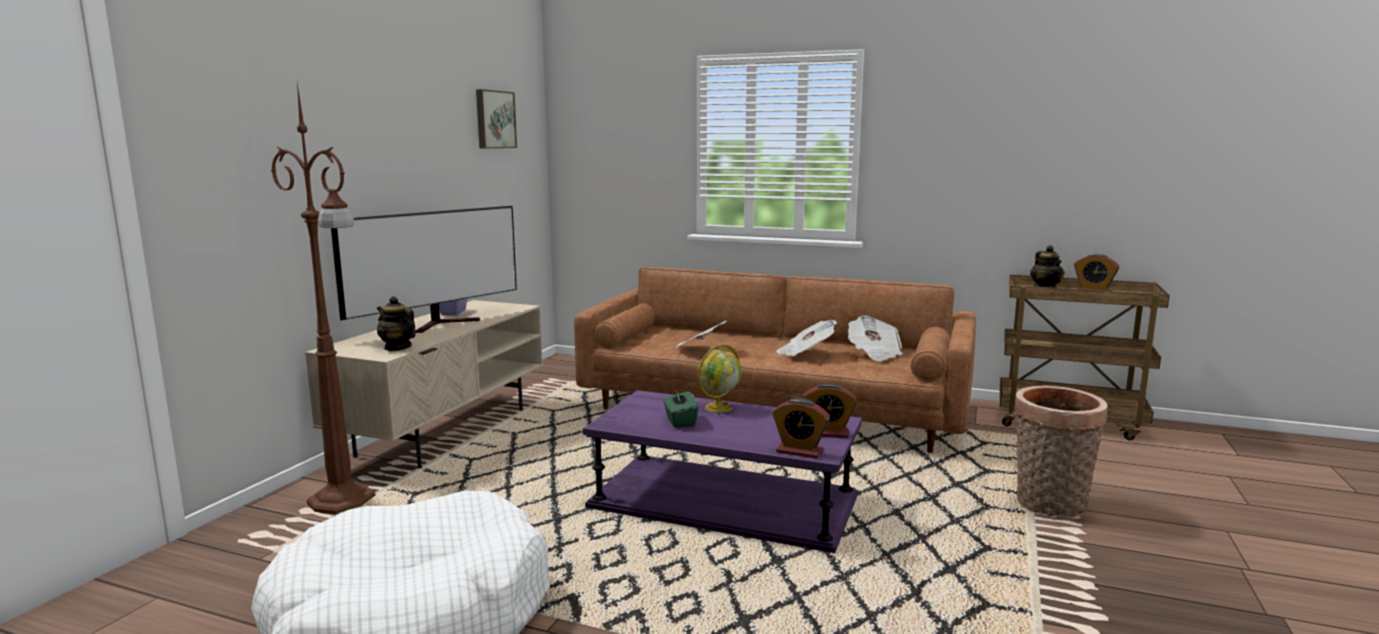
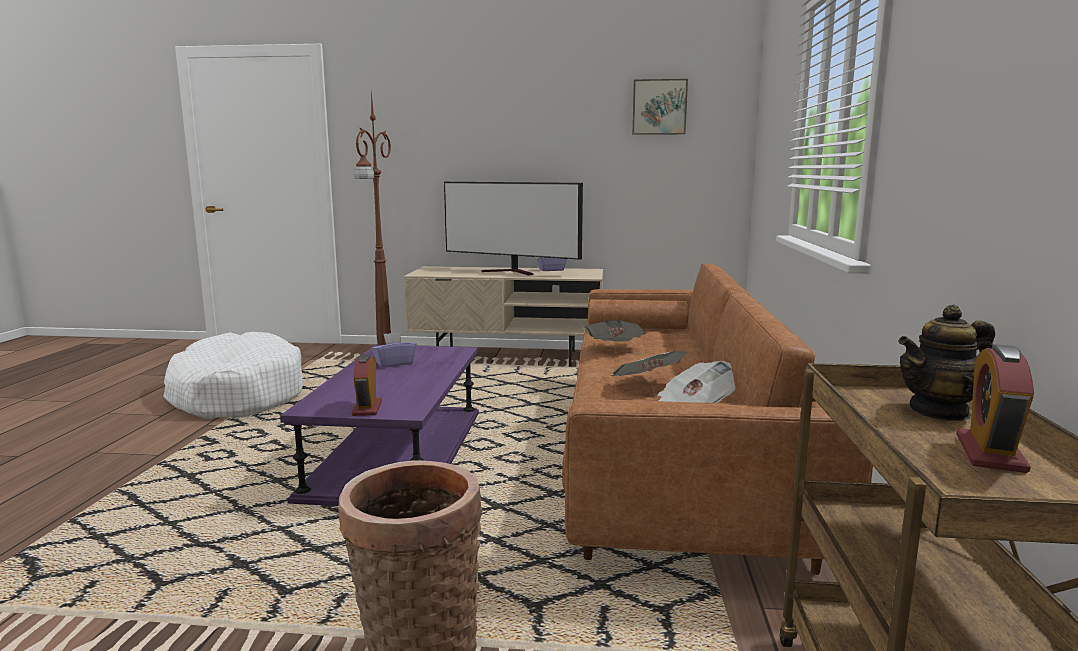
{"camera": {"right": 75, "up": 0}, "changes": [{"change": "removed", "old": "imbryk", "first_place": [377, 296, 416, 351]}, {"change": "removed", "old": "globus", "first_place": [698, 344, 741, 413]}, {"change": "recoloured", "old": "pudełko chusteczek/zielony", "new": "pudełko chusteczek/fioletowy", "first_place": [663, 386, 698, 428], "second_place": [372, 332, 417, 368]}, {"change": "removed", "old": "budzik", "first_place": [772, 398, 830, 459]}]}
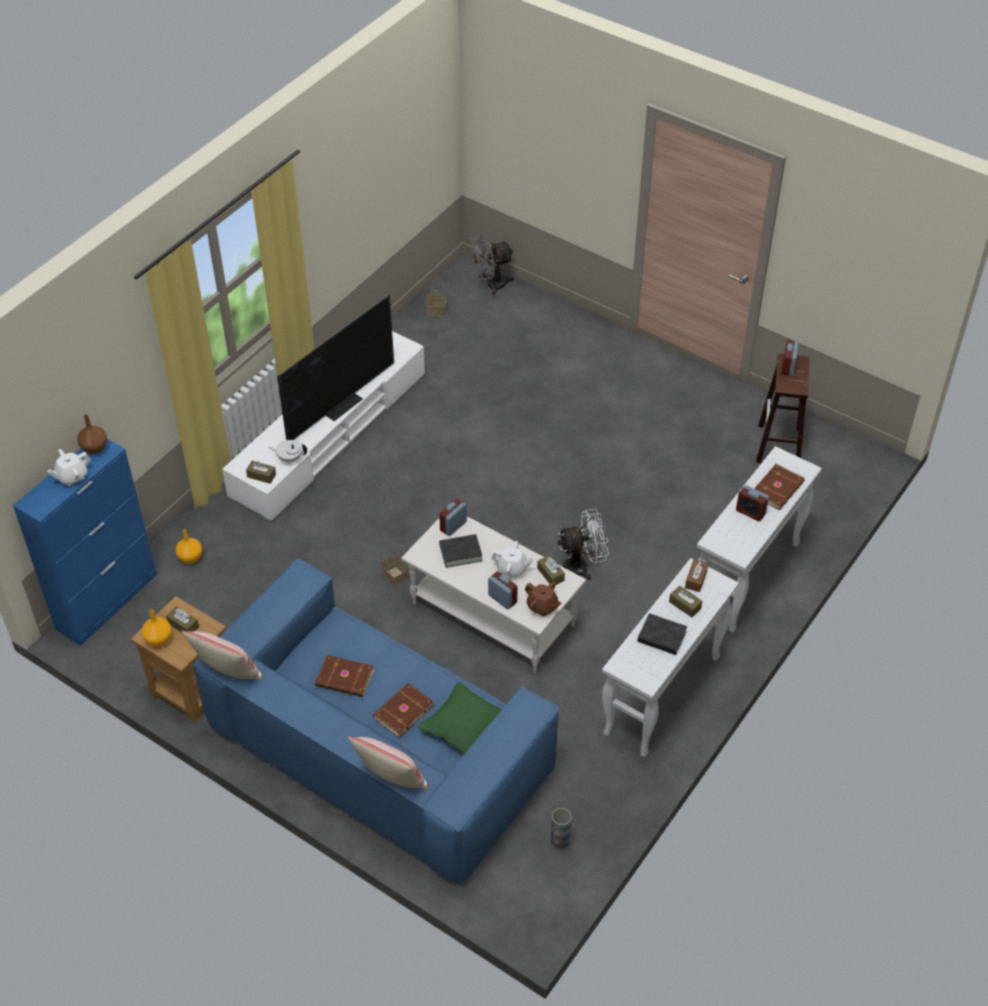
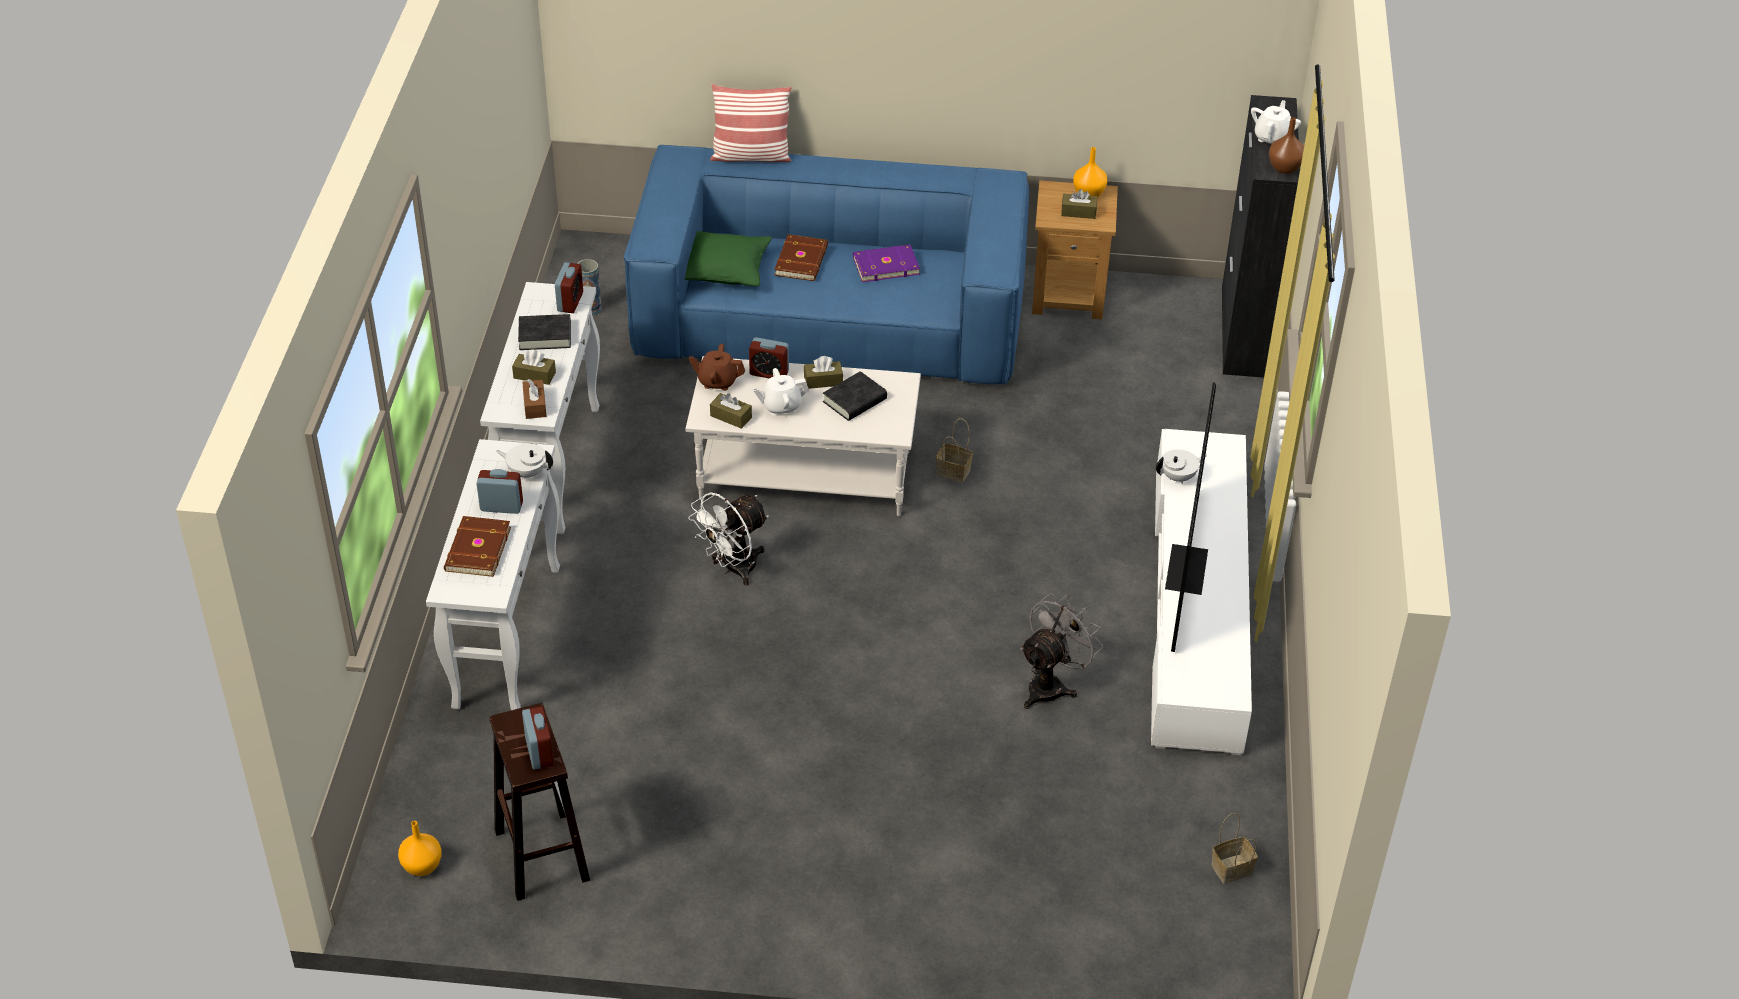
{"camera": {"right": 150, "up": -5}, "changes": [{"change": "moved", "old": "wentylator/szary", "first_place": [470, 234, 514, 295], "second_place": [1020, 593, 1103, 709]}, {"change": "recoloured", "old": "szafka/niebieski", "new": "szafka/czarny", "first_place": [13, 439, 157, 646], "second_place": [1222, 95, 1300, 378]}, {"change": "moved", "old": "pudełko chusteczek/brązowy", "first_place": [246, 461, 276, 484], "second_place": [804, 356, 843, 389]}, {"change": "moved", "old": "budzik", "first_place": [439, 499, 467, 536], "second_place": [555, 262, 583, 313]}, {"change": "moved", "old": "wazon/pomarańczowy", "first_place": [176, 529, 202, 564], "second_place": [398, 821, 442, 876]}, {"change": "removed", "old": "poduszka", "first_place": [182, 630, 264, 680]}, {"change": "recoloured", "old": "książka/brązowy", "new": "książka/fioletowy", "first_place": [315, 655, 374, 697], "second_place": [853, 245, 920, 282]}, {"change": "added", "new": "imbryk/biały", "second_place": [496, 443, 553, 479]}]}
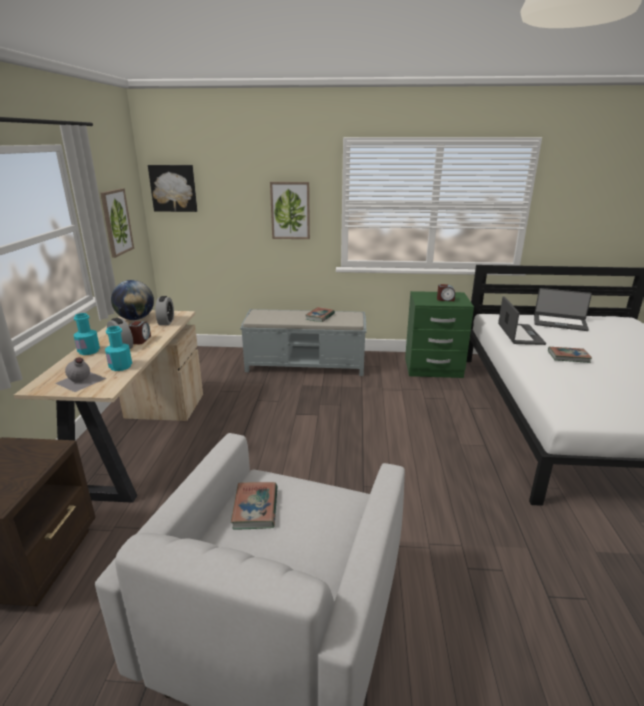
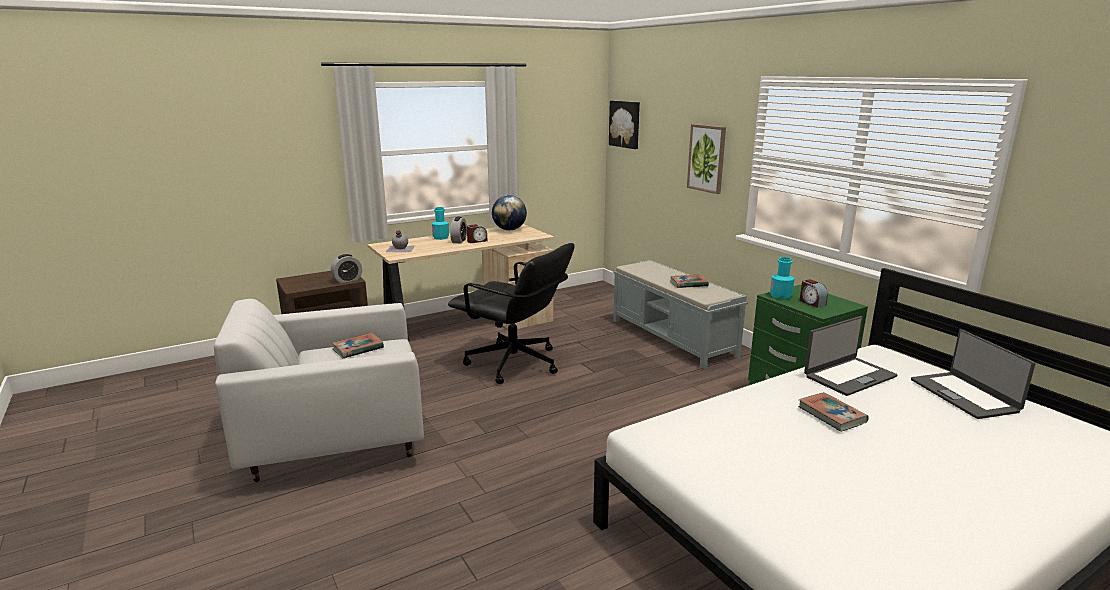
{"camera": {"right": 55, "up": -5}, "changes": [{"change": "removed", "old": "obraz", "first_place": [100, 188, 134, 258]}, {"change": "moved", "old": "budzik", "first_place": [155, 296, 174, 325], "second_place": [331, 254, 362, 283]}, {"change": "moved", "old": "butelka/turkusowy", "first_place": [105, 326, 132, 371], "second_place": [770, 257, 795, 299]}, {"change": "added", "new": "krzesło biurowe/czarny", "second_place": [448, 243, 574, 384]}]}
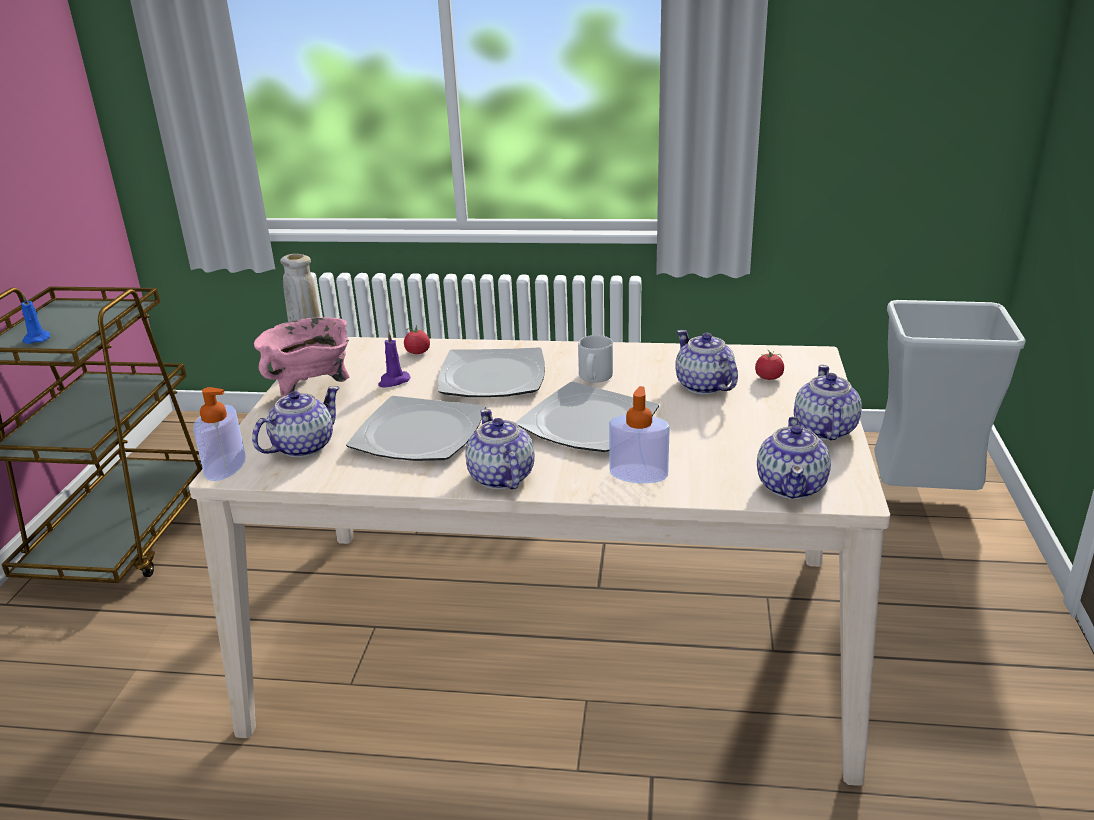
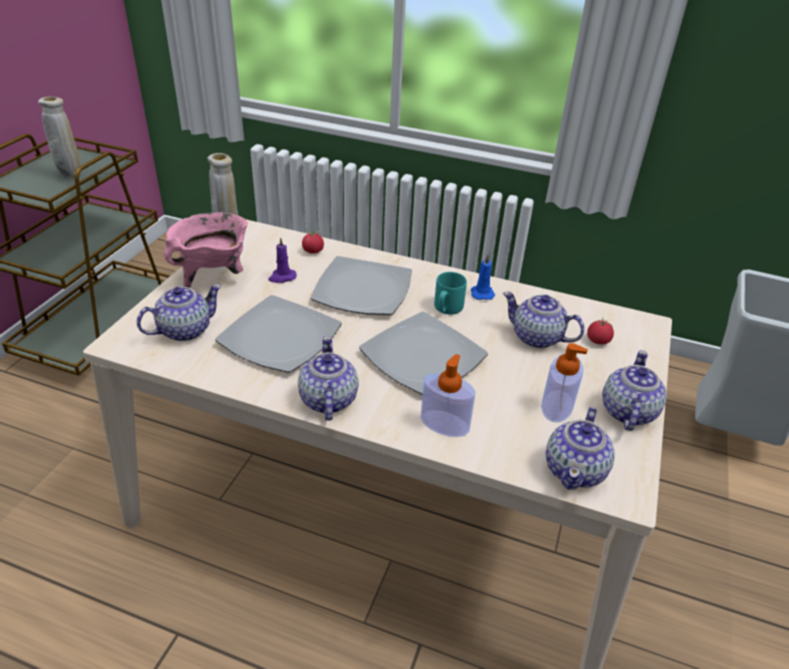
{"camera": {"right": 10, "up": 10}, "changes": [{"change": "moved", "old": "świeca/niebieski", "first_place": [21, 293, 50, 344], "second_place": [471, 255, 495, 300]}, {"change": "turned", "old": "imbryk", "first_place": [675, 330, 738, 395], "second_place": [503, 292, 585, 349], "degrees": -45}, {"change": "recoloured", "old": "kubek/szary", "new": "kubek/turkusowy", "first_place": [578, 335, 613, 383], "second_place": [434, 272, 467, 315]}, {"change": "moved", "old": "dozownik mydła", "first_place": [193, 387, 246, 481], "second_place": [541, 343, 588, 422]}, {"change": "added", "new": "wazon/beżowy", "second_place": [38, 97, 80, 177]}]}
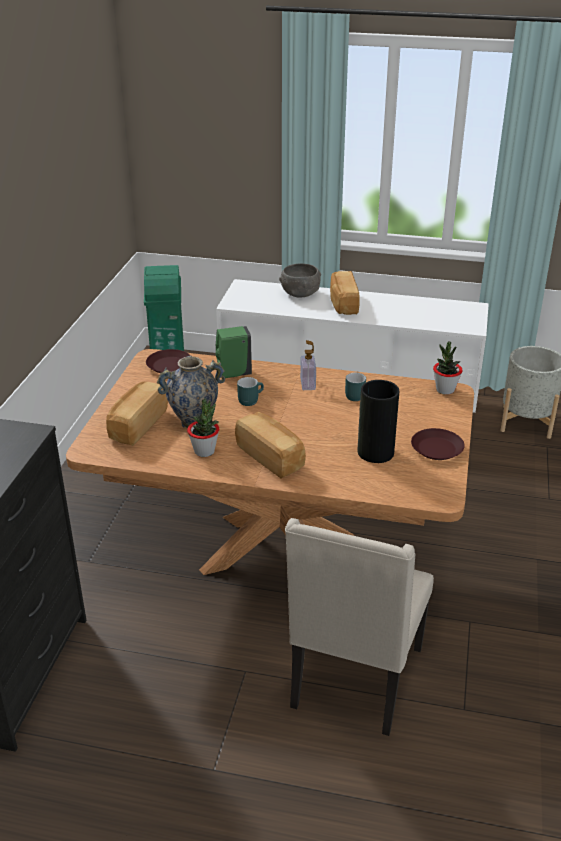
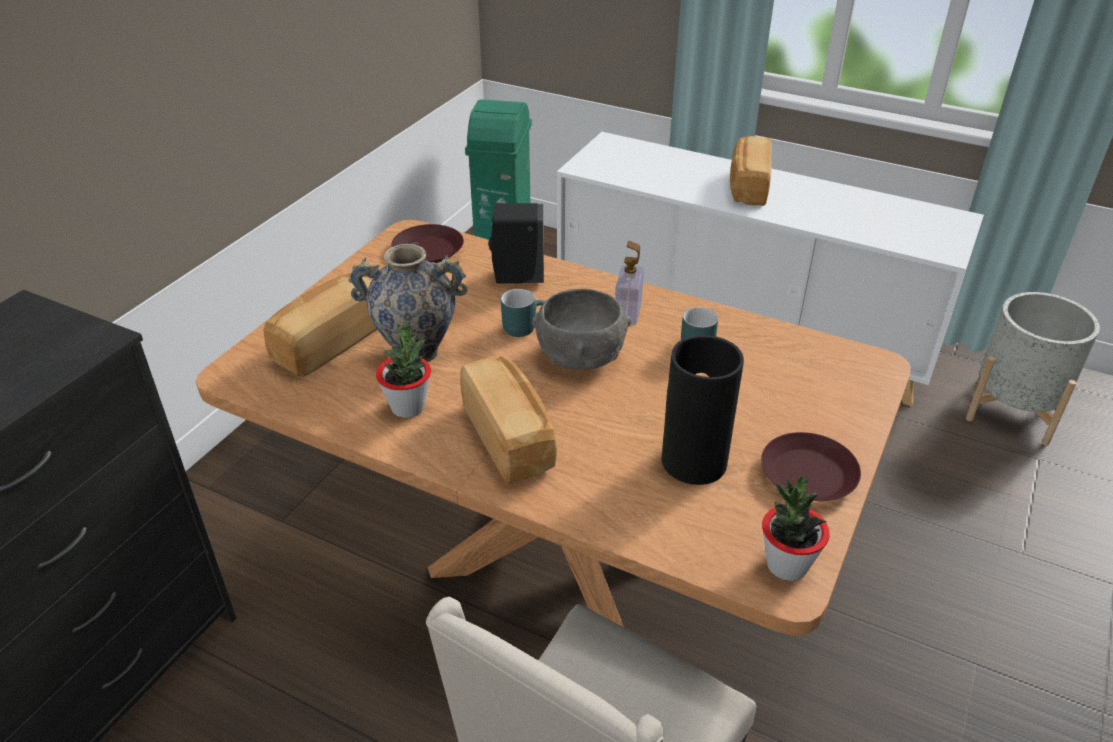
{"camera": {"right": 15, "up": 5}, "changes": [{"change": "moved", "old": "miska/szary", "first_place": [279, 263, 321, 297], "second_place": [532, 289, 631, 370]}, {"change": "recoloured", "old": "dozownik mydła/zielony", "new": "dozownik mydła/czarny", "first_place": [215, 326, 252, 378], "second_place": [488, 203, 544, 284]}, {"change": "moved", "old": "roślina doniczkowa", "first_place": [433, 342, 463, 395], "second_place": [762, 477, 830, 581]}]}
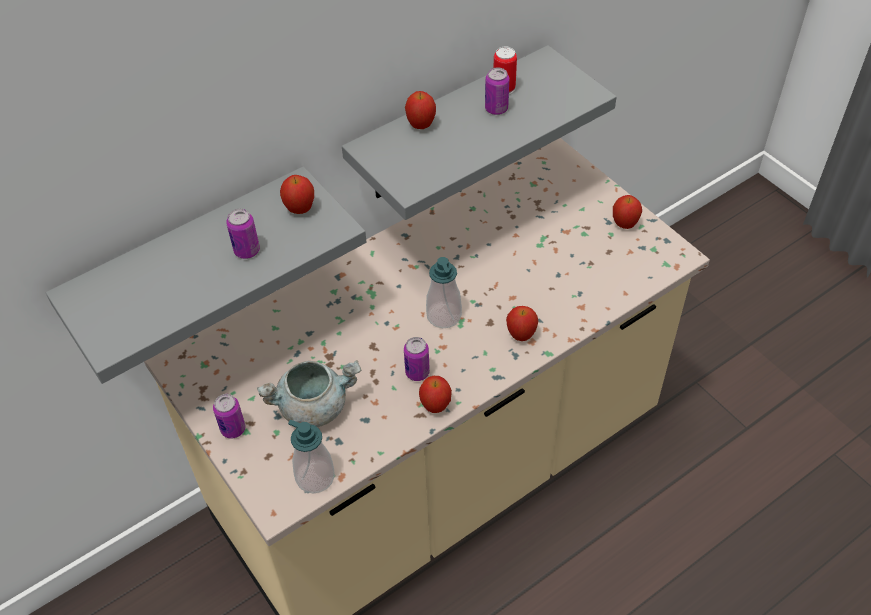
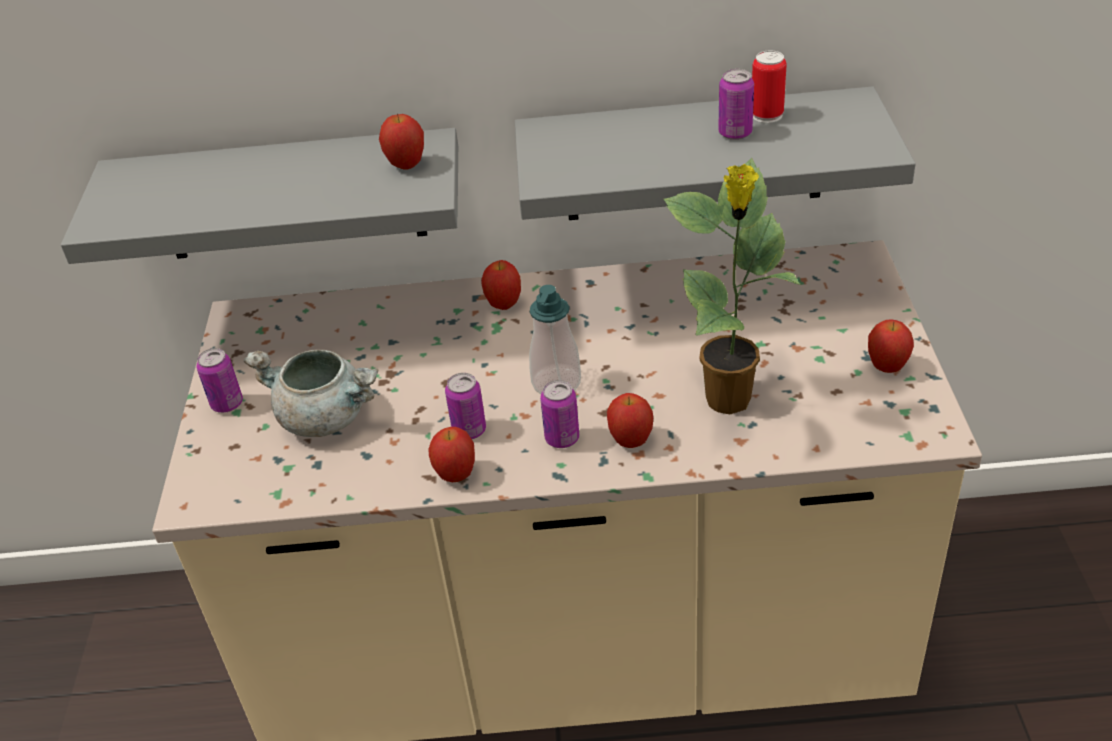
{"camera": {"right": 35, "up": -10}, "changes": [{"change": "moved", "old": "jabłko", "first_place": [405, 91, 436, 129], "second_place": [481, 260, 521, 310]}, {"change": "moved", "old": "puszka", "first_place": [226, 209, 260, 259], "second_place": [540, 380, 579, 448]}, {"change": "removed", "old": "dozownik mydła", "first_place": [288, 420, 335, 493]}, {"change": "added", "new": "roślina doniczkowa", "second_place": [664, 158, 801, 414]}]}
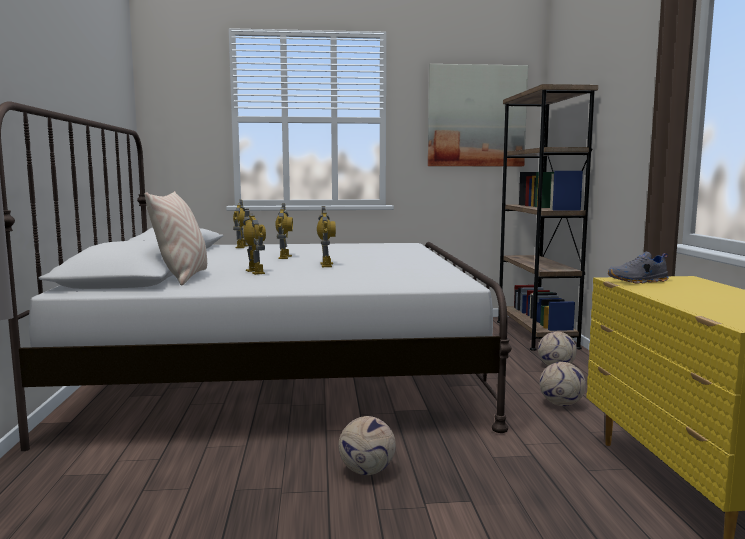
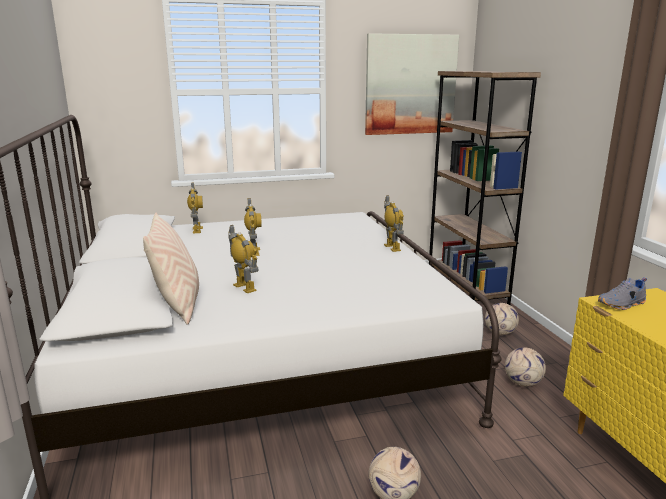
{"camera": {"right": -10, "up": 10}, "changes": [{"change": "moved", "old": "robot zabawkowy", "first_place": [317, 206, 336, 267], "second_place": [384, 195, 404, 252]}]}
